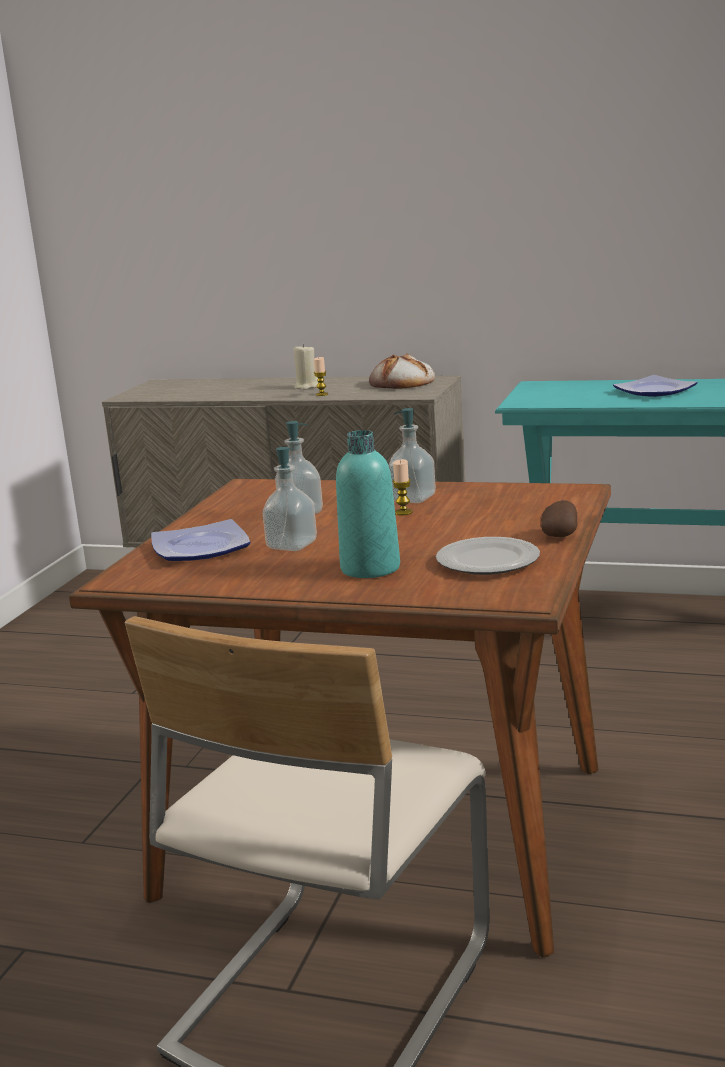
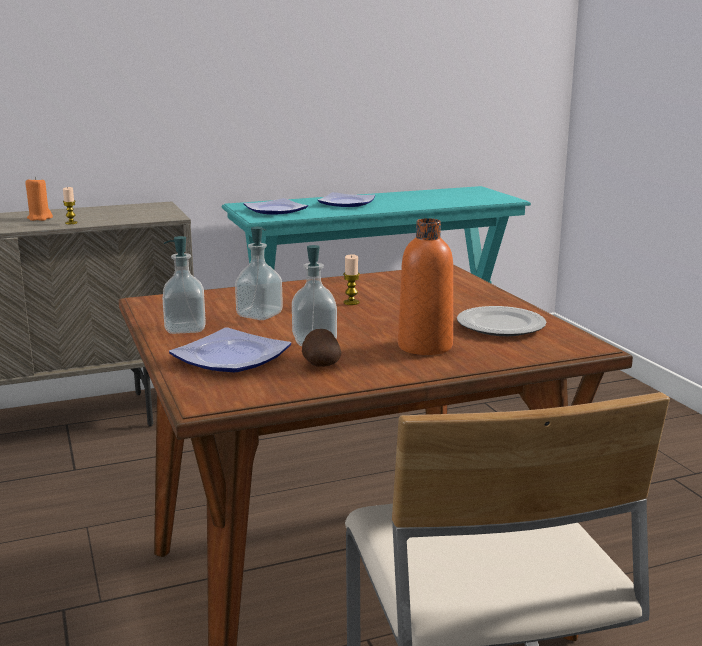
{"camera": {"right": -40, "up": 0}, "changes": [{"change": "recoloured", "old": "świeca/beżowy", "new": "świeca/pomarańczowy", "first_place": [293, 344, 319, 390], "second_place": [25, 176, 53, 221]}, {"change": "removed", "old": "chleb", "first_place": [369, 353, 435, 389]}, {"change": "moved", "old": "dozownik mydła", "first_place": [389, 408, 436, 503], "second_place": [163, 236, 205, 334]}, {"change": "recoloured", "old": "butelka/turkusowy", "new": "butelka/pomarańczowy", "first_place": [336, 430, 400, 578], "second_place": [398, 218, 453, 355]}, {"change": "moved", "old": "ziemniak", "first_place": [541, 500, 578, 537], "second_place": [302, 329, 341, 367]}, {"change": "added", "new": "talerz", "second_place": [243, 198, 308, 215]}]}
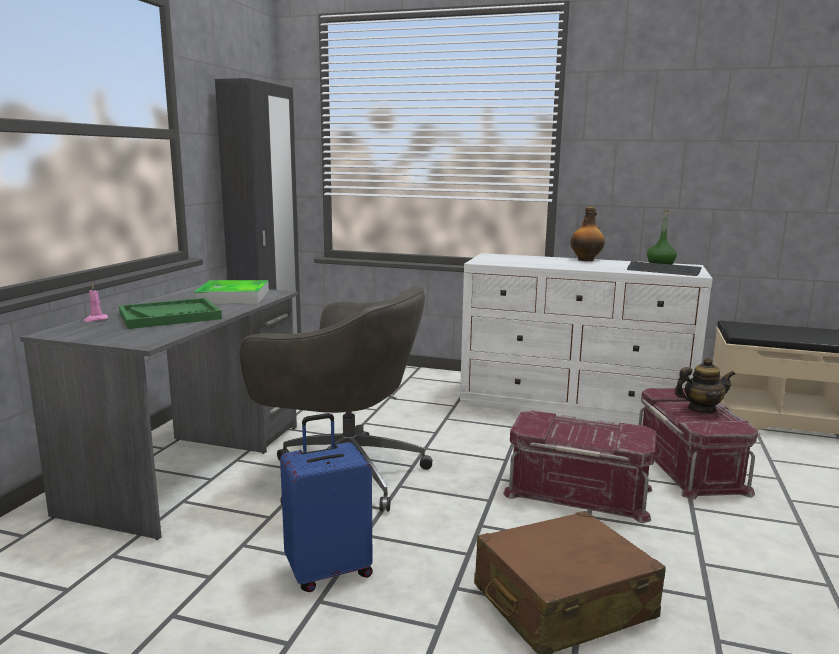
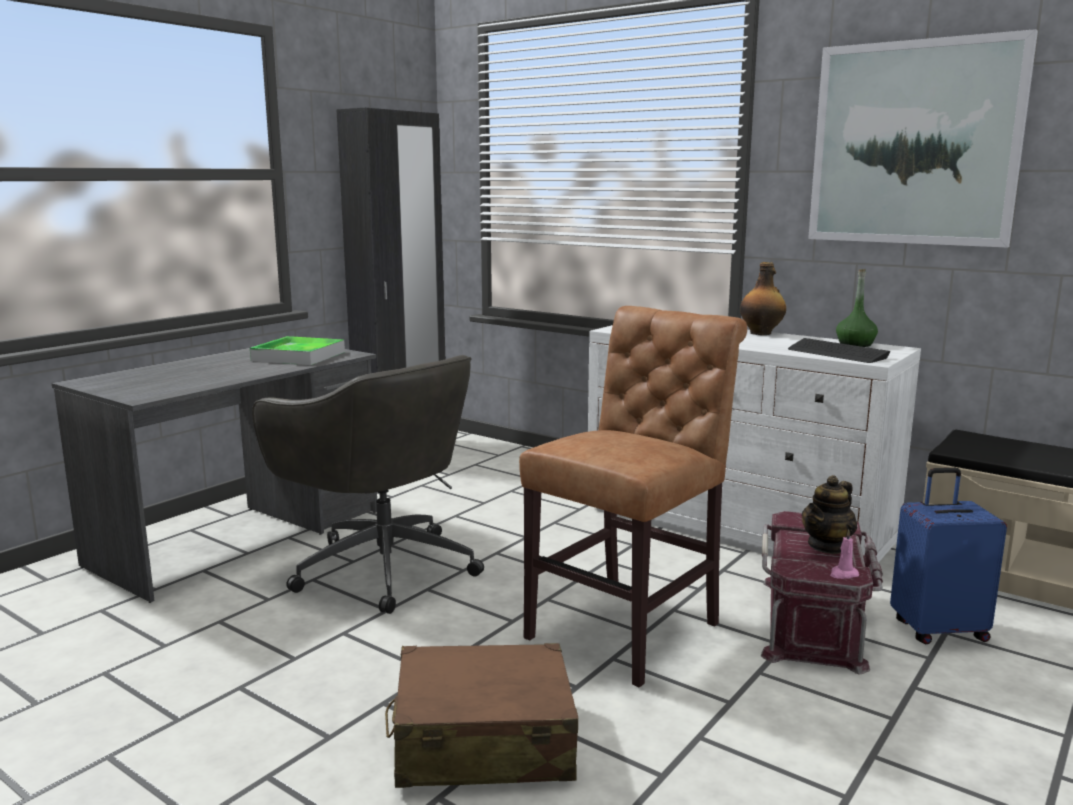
{"camera": {"right": 20, "up": 0}, "changes": [{"change": "moved", "old": "świeca/różowy", "first_place": [83, 283, 108, 322], "second_place": [830, 529, 859, 579]}, {"change": "removed", "old": "taca/zielony", "first_place": [119, 298, 222, 329]}, {"change": "turned", "old": "imbryk", "first_place": [674, 357, 735, 413], "second_place": [802, 475, 857, 554], "degrees": 120}, {"change": "replaced", "old": "pojemnik do przechowywania/czerwony", "new": "krzesło/brązowy", "first_place": [503, 410, 656, 523], "second_place": [519, 306, 747, 688]}, {"change": "moved", "old": "walizka/niebieski", "first_place": [280, 413, 373, 592], "second_place": [890, 468, 1007, 644]}, {"change": "added", "new": "obraz", "second_place": [808, 29, 1038, 248]}]}
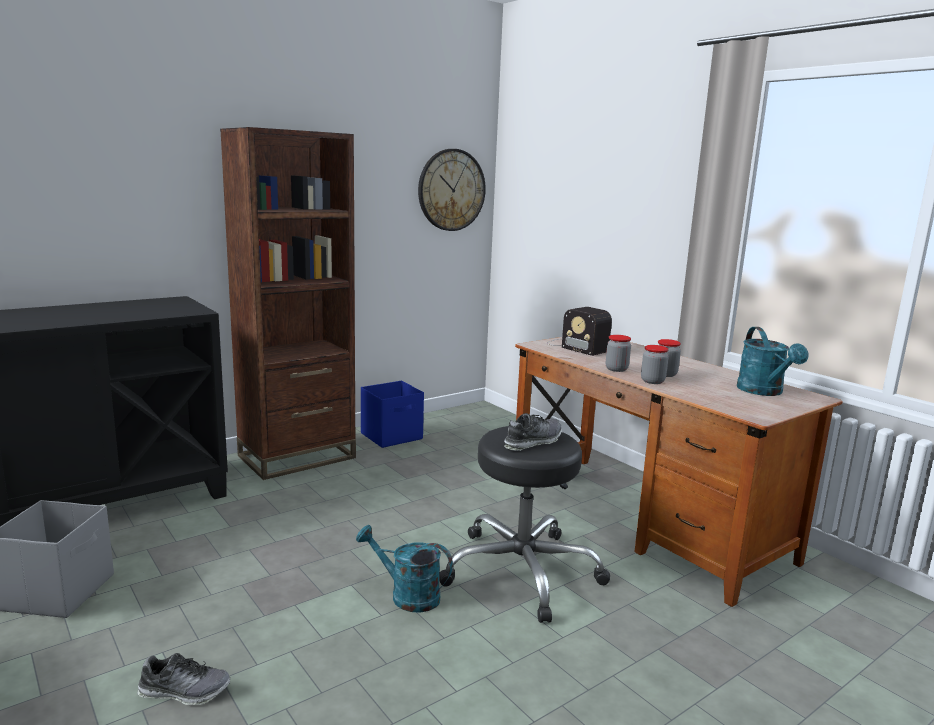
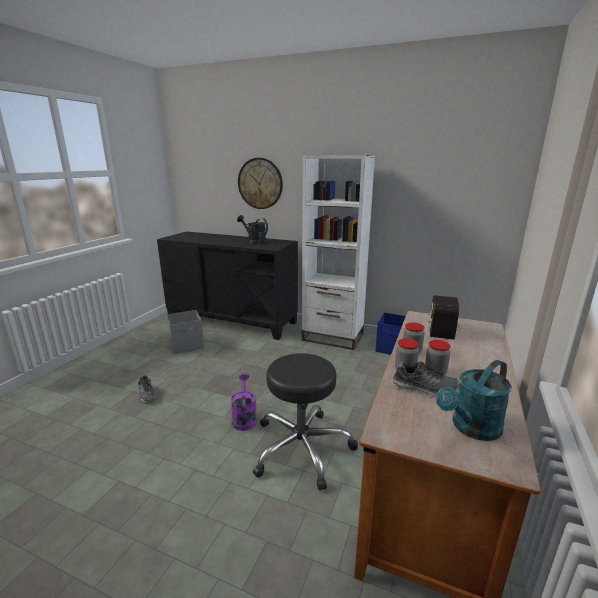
{"camera": {"right": 60, "up": 5}, "changes": [{"change": "recoloured", "old": "regał/brązowy", "new": "regał/biały", "first_place": [220, 127, 356, 480], "second_place": [302, 155, 375, 350]}, {"change": "moved", "old": "zegar ścienny", "first_place": [418, 149, 486, 231], "second_place": [238, 158, 283, 209]}, {"change": "moved", "old": "but", "first_place": [504, 413, 562, 451], "second_place": [392, 361, 460, 397]}, {"change": "recoloured", "old": "konewka/turkusowy", "new": "konewka/fioletowy", "first_place": [356, 525, 453, 613], "second_place": [231, 373, 257, 431]}, {"change": "added", "new": "konewka/czarny", "second_place": [237, 215, 268, 244]}]}
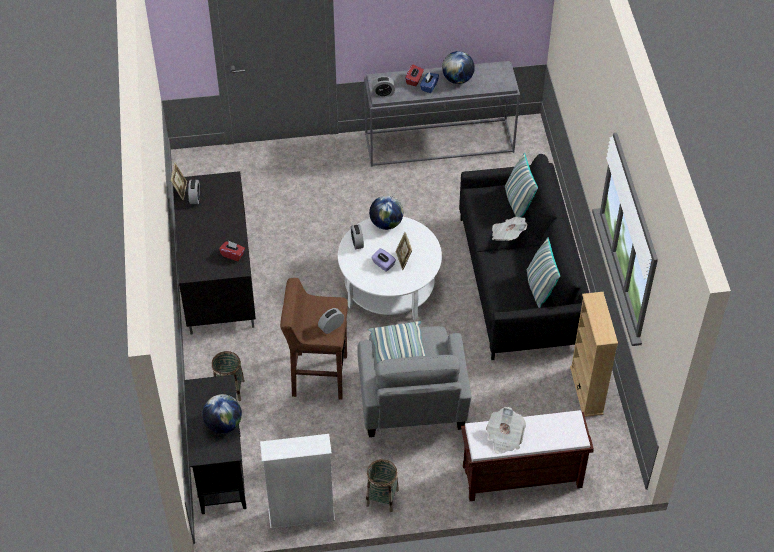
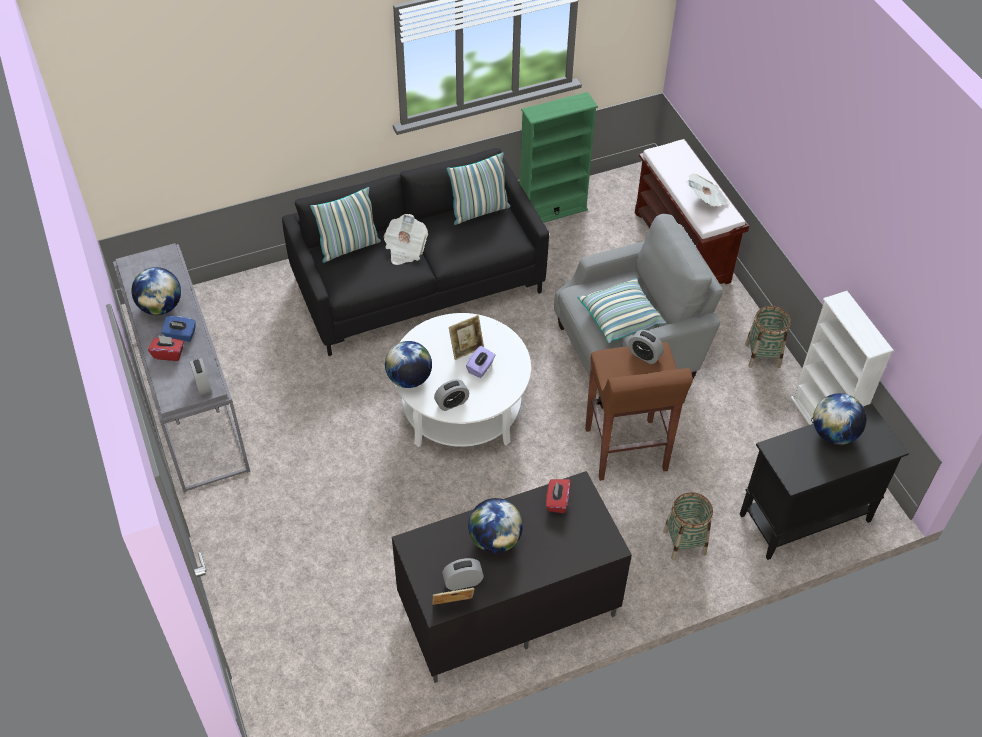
{"camera": {"right": -105, "up": 0}, "changes": [{"change": "recoloured", "old": "regał/beżowy", "new": "regał/zielony", "first_place": [570, 292, 618, 417], "second_place": [520, 92, 598, 223]}, {"change": "added", "new": "globus", "second_place": [468, 498, 523, 553]}]}
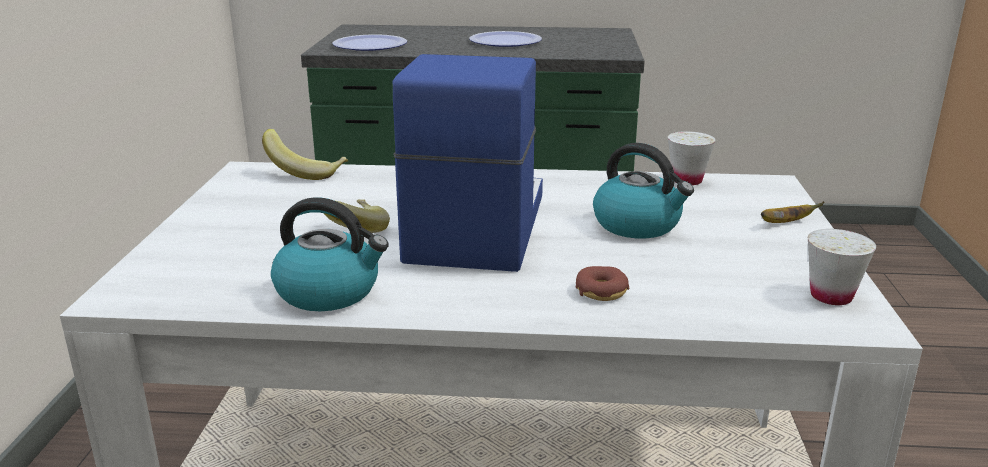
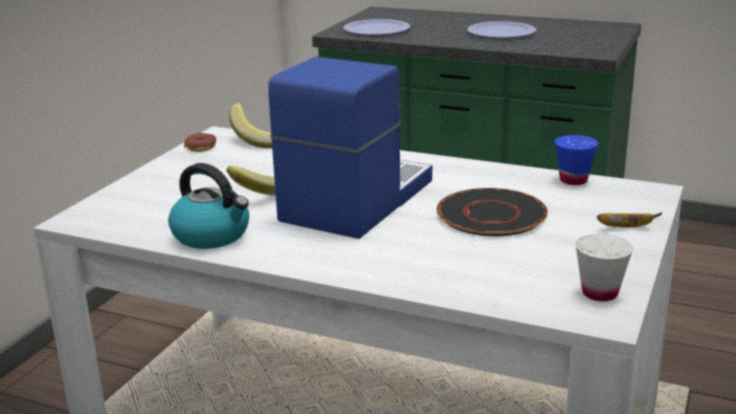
{"camera": {"right": 20, "up": 0}, "changes": [{"change": "recoloured", "old": "filiżanka/biały", "new": "filiżanka/niebieski", "first_place": [668, 131, 715, 185], "second_place": [555, 135, 598, 185]}, {"change": "replaced", "old": "czajnik", "new": "talerz/czarny", "first_place": [593, 143, 694, 239], "second_place": [436, 188, 548, 236]}, {"change": "moved", "old": "donut", "first_place": [576, 266, 629, 301], "second_place": [184, 133, 216, 152]}]}
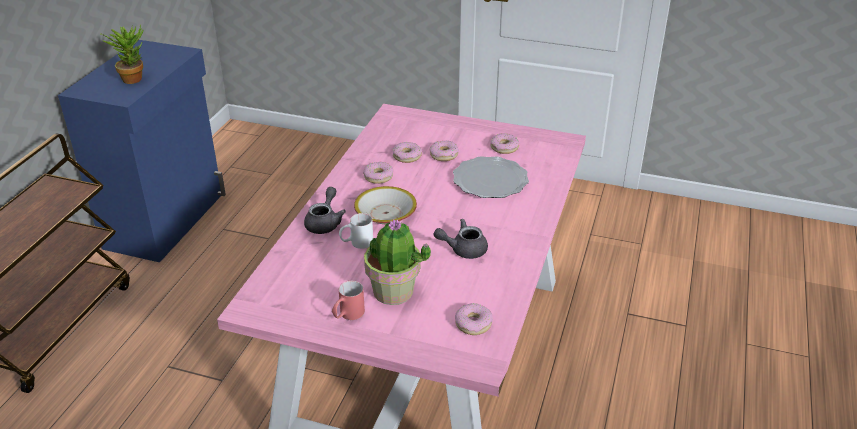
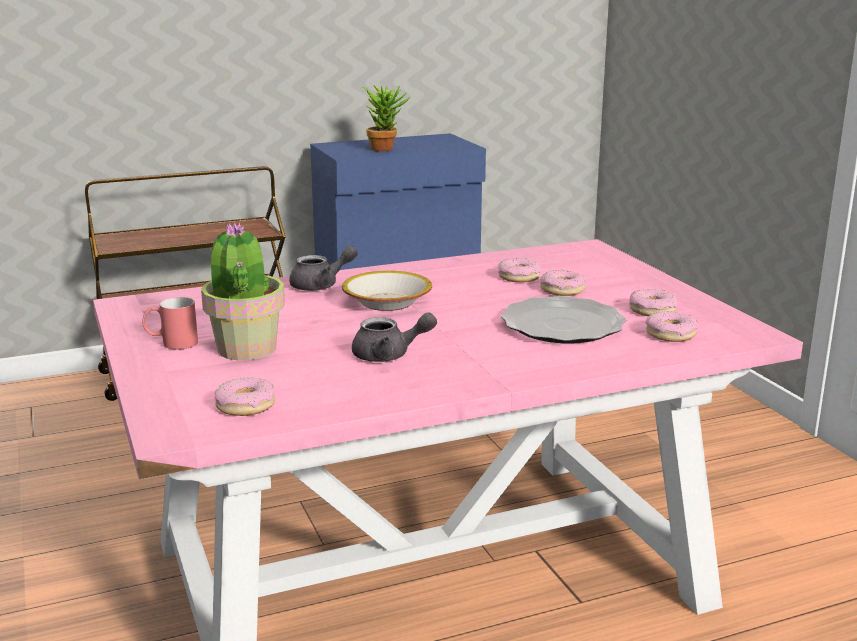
{"camera": {"right": 50, "up": -15}, "changes": [{"change": "moved", "old": "donut", "first_place": [363, 162, 393, 184], "second_place": [646, 311, 698, 342]}, {"change": "removed", "old": "kubek/biały", "first_place": [339, 213, 373, 249]}, {"change": "turned", "old": "imbryk/szary", "first_place": [433, 219, 488, 259], "second_place": [352, 312, 437, 362], "degrees": 135}]}
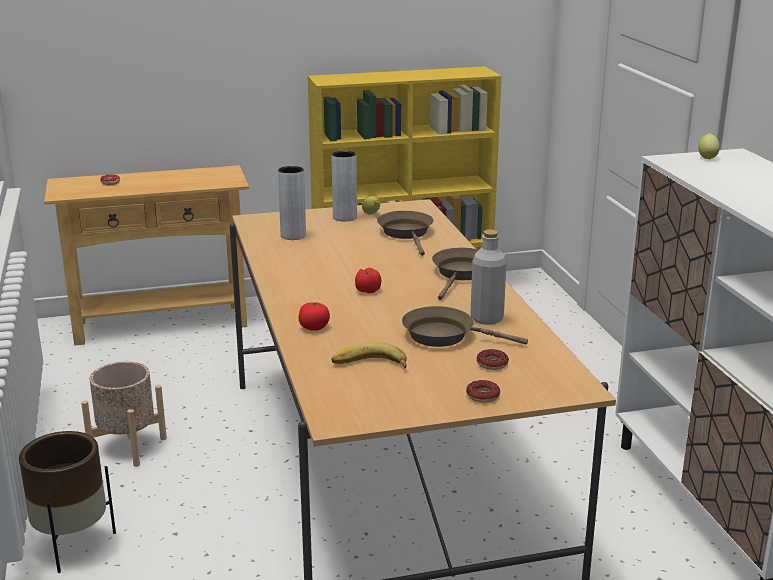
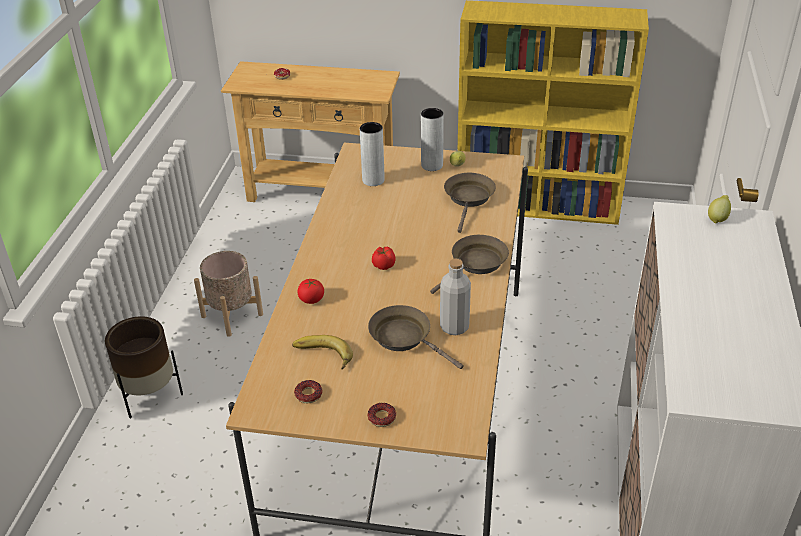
{"camera": {"right": 25, "up": 15}, "changes": [{"change": "moved", "old": "donut", "first_place": [477, 349, 509, 370], "second_place": [294, 380, 323, 403]}]}
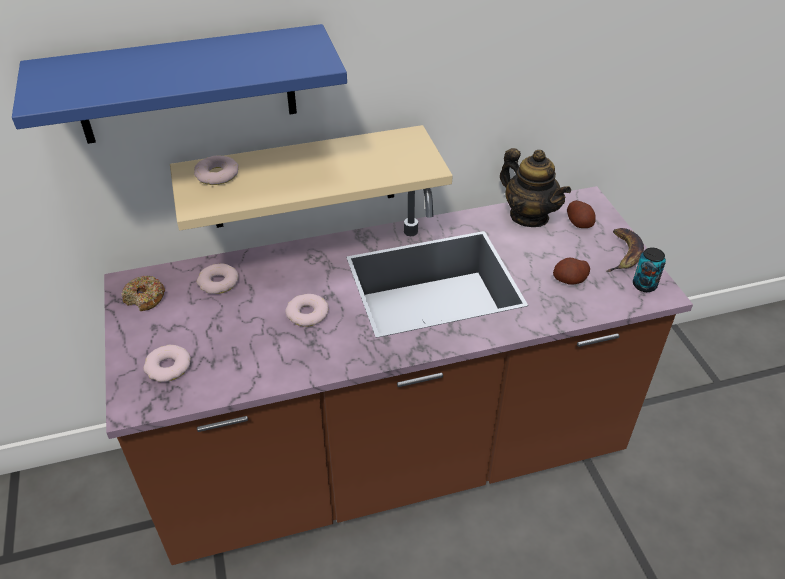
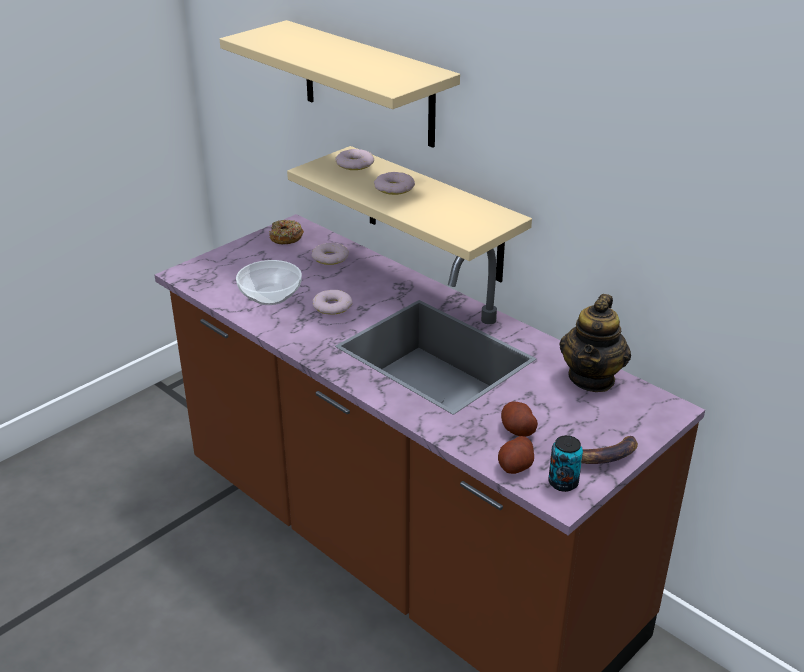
{"camera": {"right": 60, "up": -10}, "changes": [{"change": "recoloured", "old": "półka/niebieski", "new": "półka/beżowy", "first_place": [12, 24, 347, 144], "second_place": [220, 20, 460, 148]}, {"change": "moved", "old": "ziemniak", "first_place": [567, 200, 596, 228], "second_place": [498, 436, 534, 474]}, {"change": "moved", "old": "donut", "first_place": [143, 345, 191, 382], "second_place": [374, 172, 415, 195]}, {"change": "added", "new": "miska", "second_place": [236, 260, 302, 305]}]}
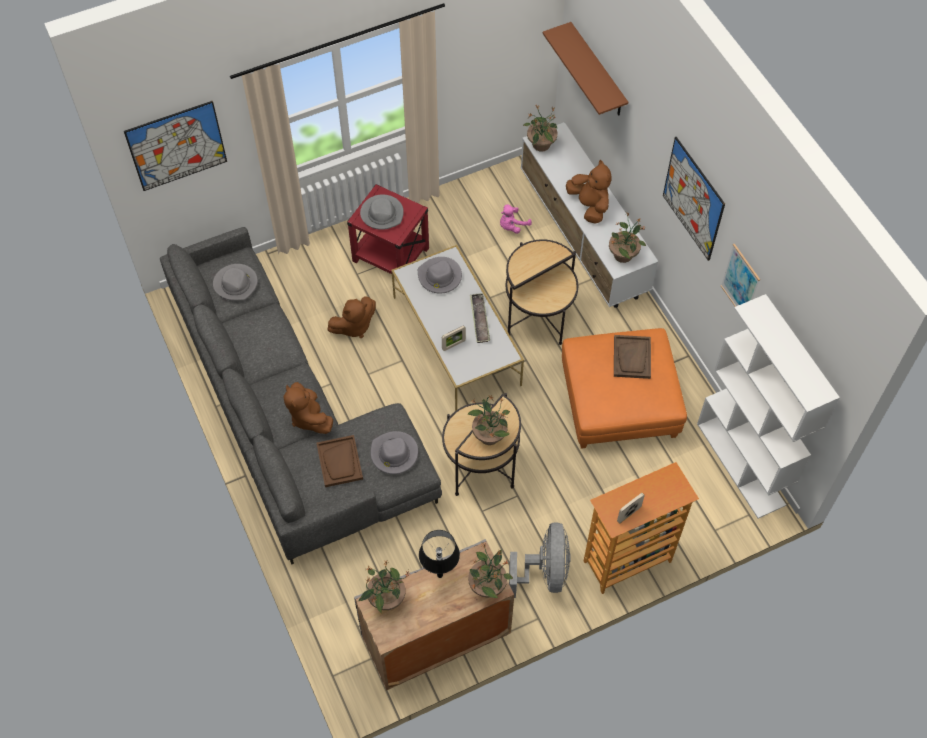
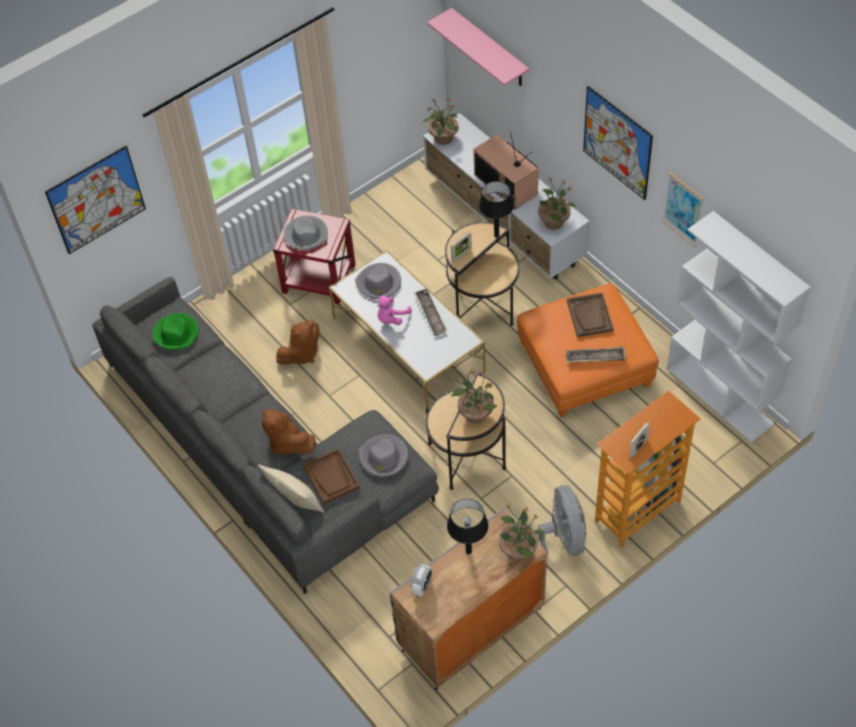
{"camera": {"right": -10, "up": -5}, "changes": [{"change": "recoloured", "old": "półka/brązowy", "new": "półka/różowy", "first_place": [543, 22, 628, 116], "second_place": [427, 8, 529, 86]}, {"change": "replaced", "old": "pluszak/brązowy", "new": "telewizor", "first_place": [566, 160, 611, 224], "second_place": [473, 132, 538, 209]}, {"change": "moved", "old": "pluszak/różowy", "first_place": [500, 204, 532, 234], "second_place": [377, 295, 412, 325]}, {"change": "recoloured", "old": "kapelusz/szary", "new": "kapelusz/zielony", "first_place": [213, 264, 258, 301], "second_place": [153, 313, 199, 350]}, {"change": "moved", "old": "ramka na zdjęcie", "first_place": [442, 325, 466, 351], "second_place": [451, 231, 472, 263]}, {"change": "replaced", "old": "roślina doniczkowa", "new": "budzik", "first_place": [358, 559, 409, 613], "second_place": [411, 564, 432, 597]}, {"change": "added", "new": "lampa stołowa/czarny", "second_place": [479, 181, 514, 237]}, {"change": "added", "new": "taca", "second_place": [565, 347, 626, 363]}, {"change": "added", "new": "poduszka/beżowy", "second_place": [258, 464, 324, 513]}]}
